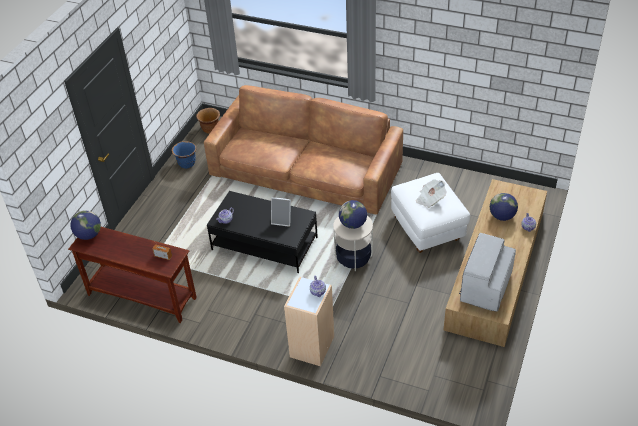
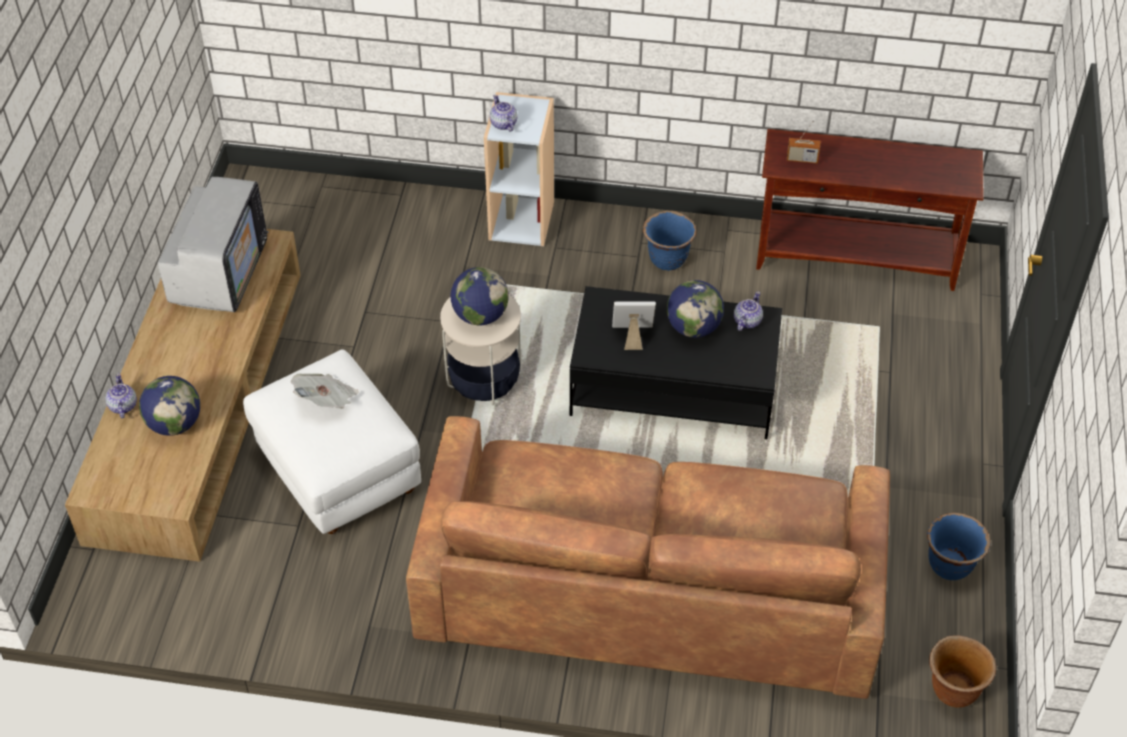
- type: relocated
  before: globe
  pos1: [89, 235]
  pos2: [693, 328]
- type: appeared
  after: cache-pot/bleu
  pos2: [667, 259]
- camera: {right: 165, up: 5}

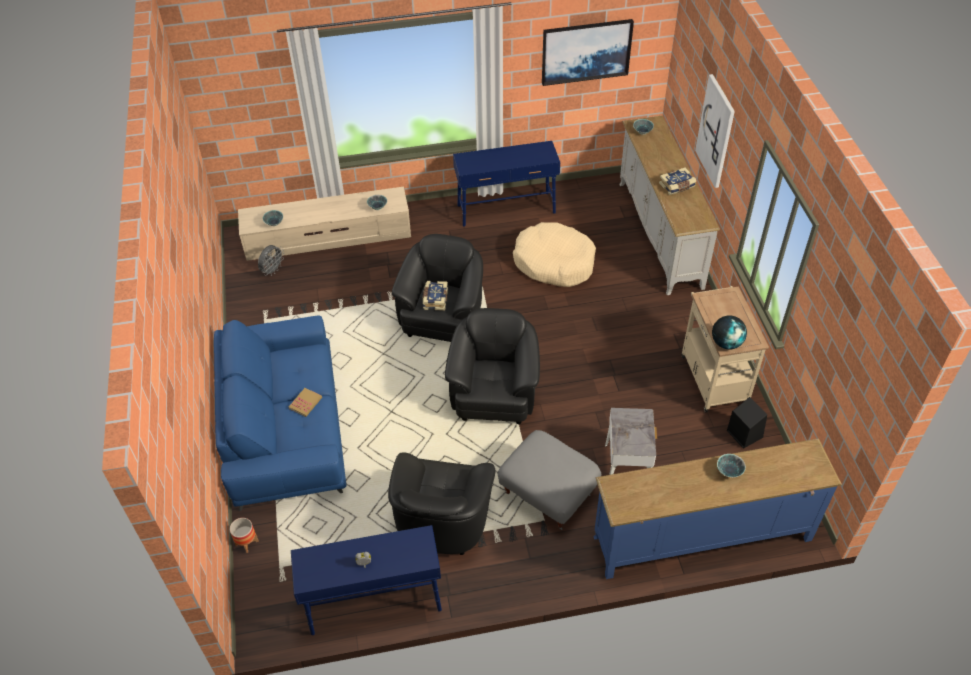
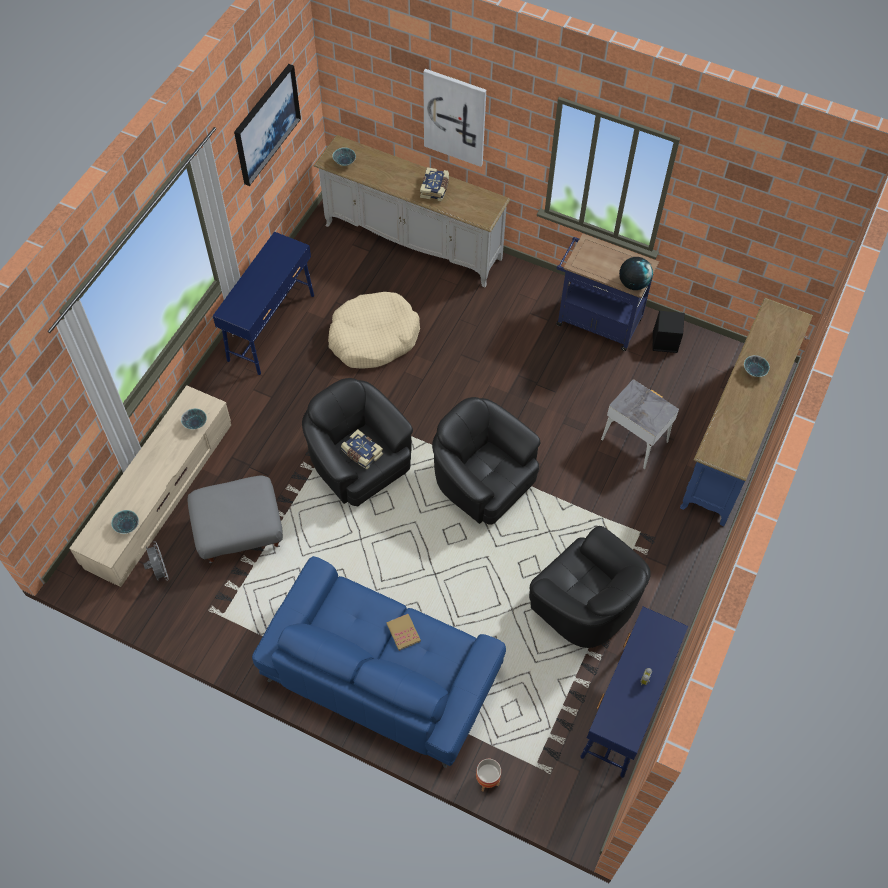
- type: colour
  before: chariot/beige
  after: chariot/bleu
  pos1: [712, 378]
  pos2: [596, 322]
- type: relocated
  before: pouf/gris
  pos1: [548, 493]
  pos2: [240, 531]
- camera: {right: -55, up: 10}

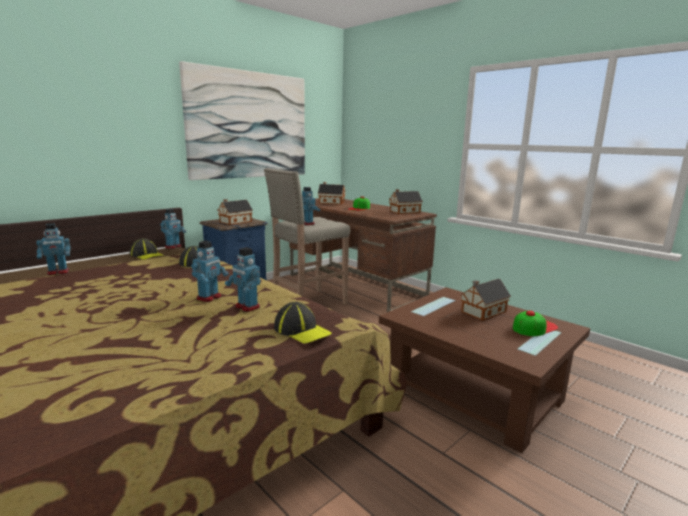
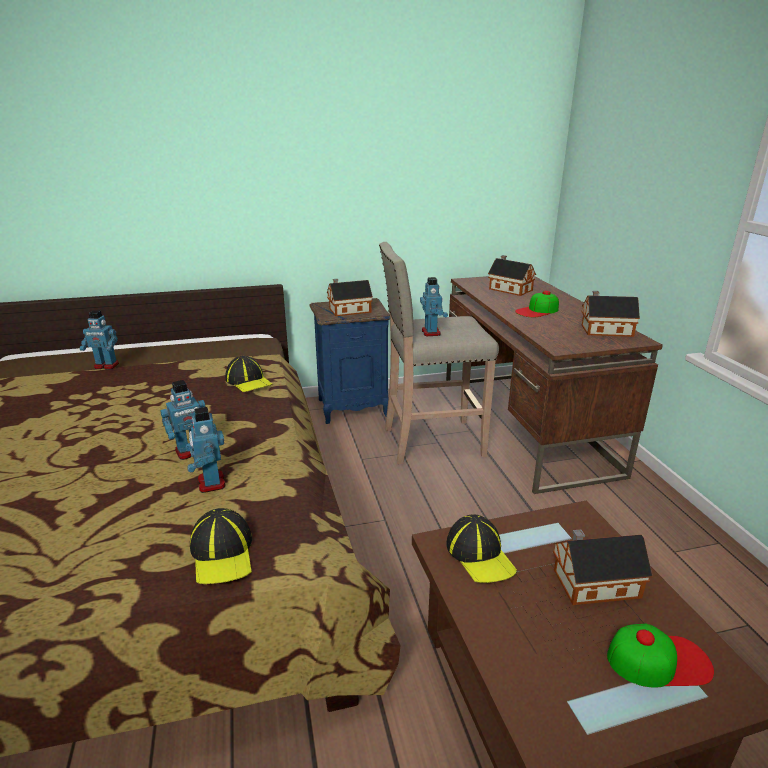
- type: missing
  before: tableau
  pos1: [249, 125]
- type: missing
  before: robot jouet
  pos1: [173, 247]
- type: relocated
  before: casquette
  pos1: [147, 255]
  pos2: [480, 555]
- camera: {right: 30, up: 10}

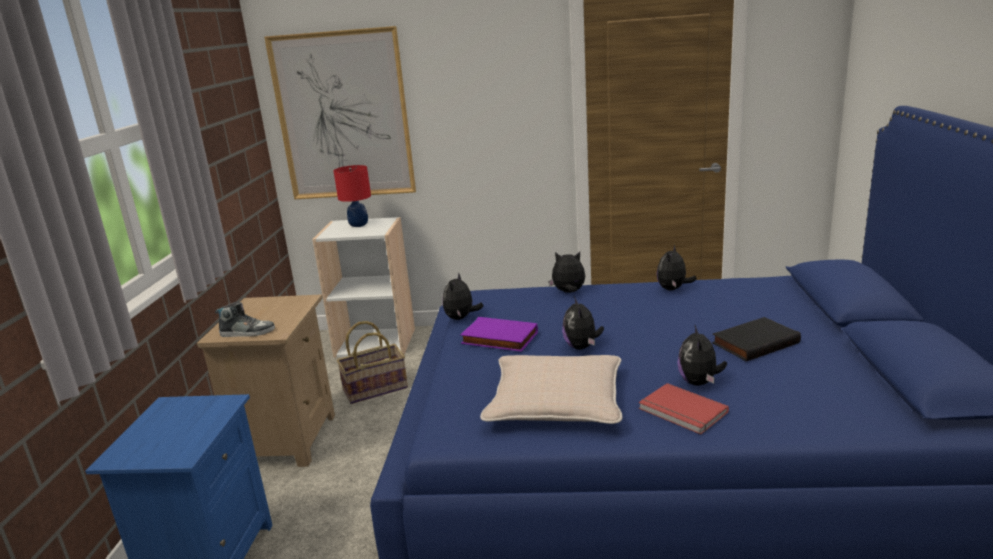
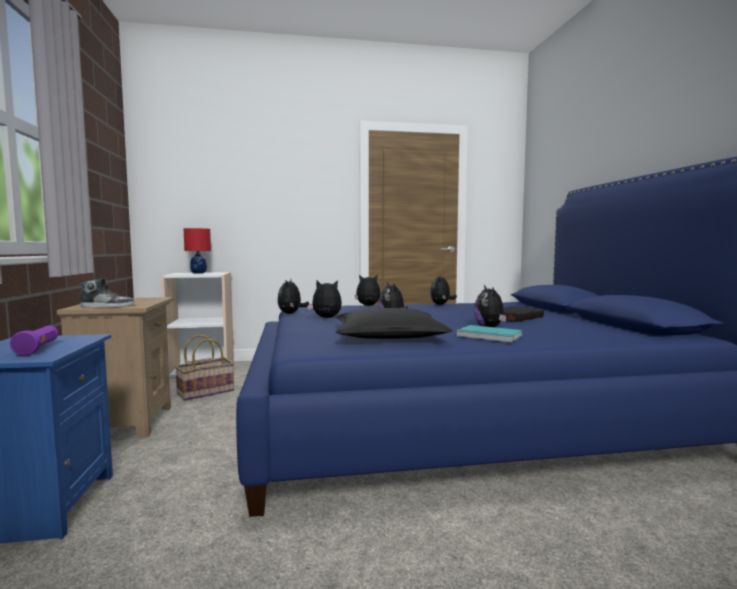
- type: missing
  before: tableau
  pos1: [343, 116]
- type: exchanged
  before: livre/violet
  after: peluche
  pos1: [498, 339]
  pos2: [326, 318]
- type: colour
  before: coussin/beige
  after: coussin/noir
  pos1: [555, 400]
  pos2: [388, 335]
- type: colour
  before: livre/rouge
  after: livre/turquoise
  pos1: [681, 412]
  pos2: [488, 336]
- type: appeared
  after: lampe de poche/violet
  pos2: [38, 349]
- camera: {right: -15, up: -15}

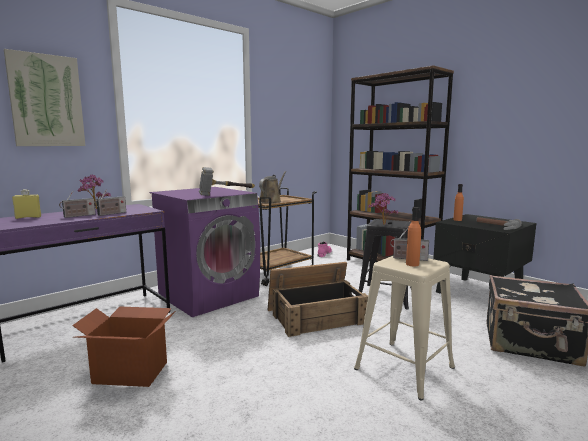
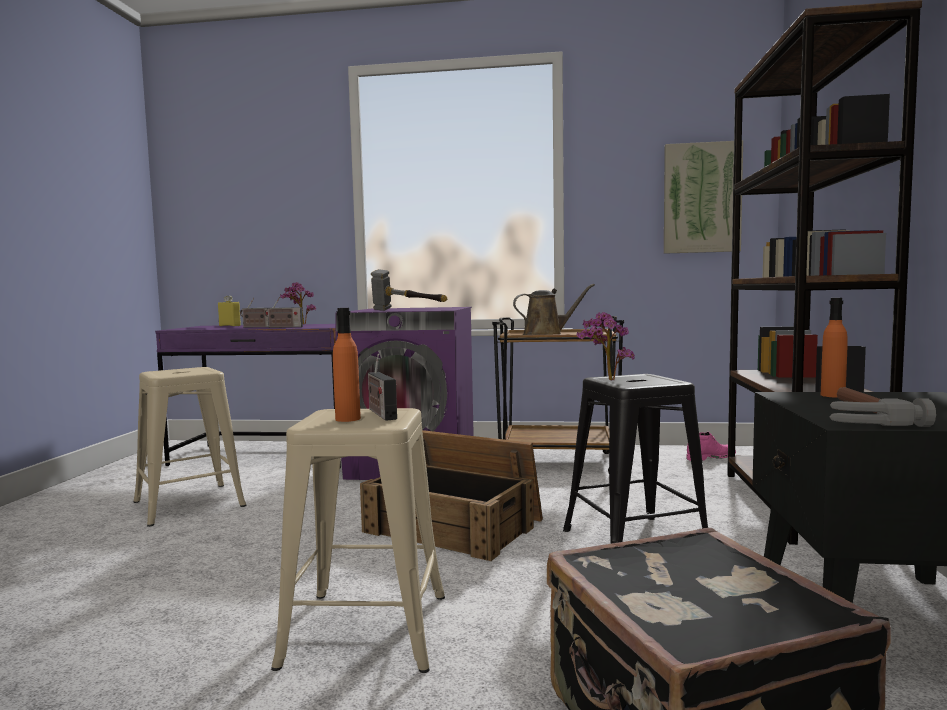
- type: relocated
  before: tableau
  pos1: [46, 101]
  pos2: [701, 198]
- type: exchanged
  before: carton
  after: tabouret/beige
  pos1: [131, 372]
  pos2: [189, 503]
- camera: {right: 50, up: -5}

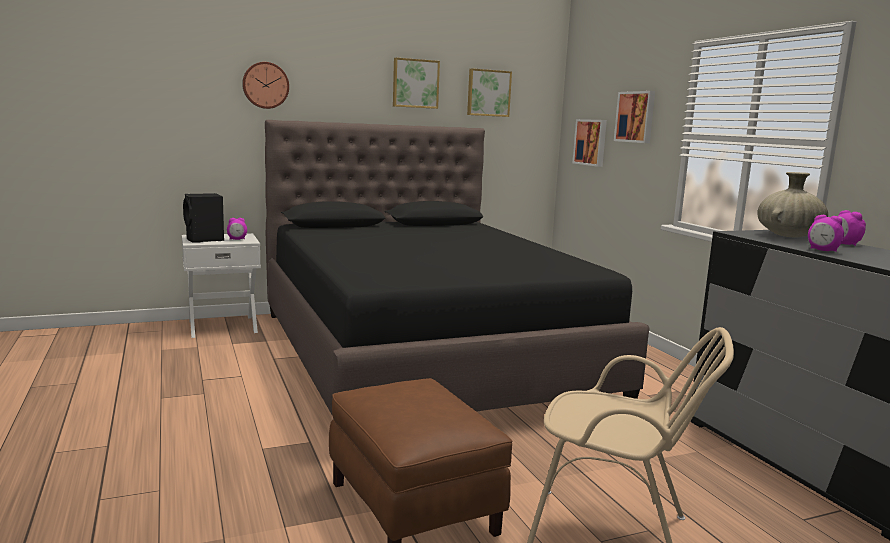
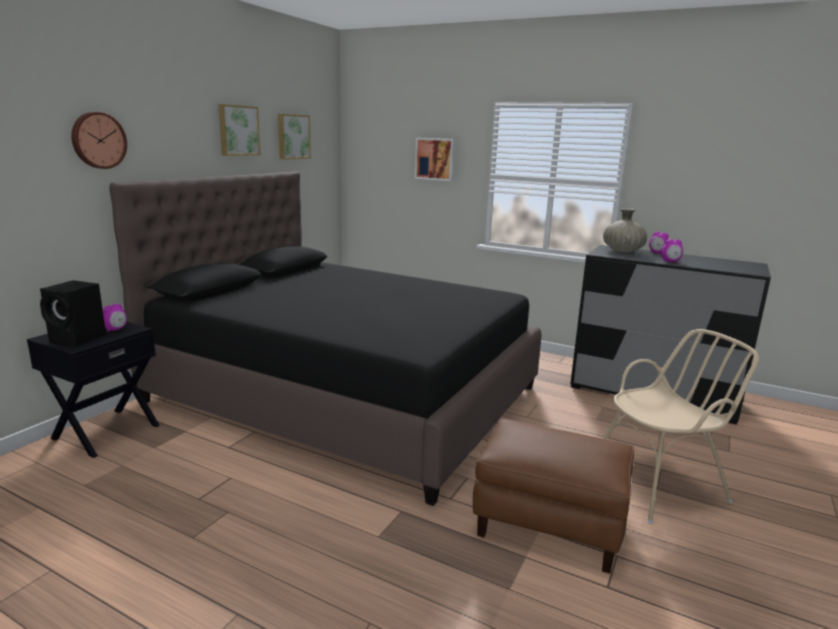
- type: missing
  before: tableau
  pos1: [591, 142]
- type: colour
  before: table de chevet/blanc
  after: table de chevet/noir
  pos1: [222, 326]
  pos2: [105, 431]
- camera: {right: -40, up: 5}

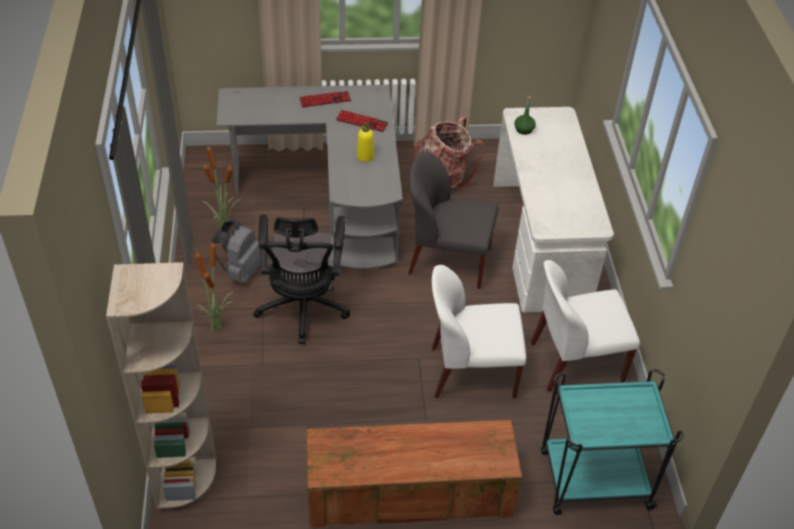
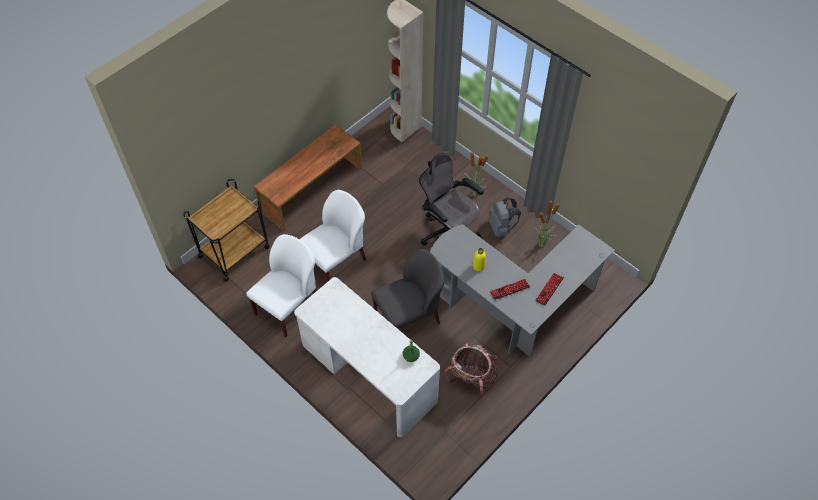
- type: colour
  before: chariot/turquoise
  after: chariot/marron
  pos1: [593, 480]
  pos2: [235, 251]
- camera: {right: 140, up: 10}

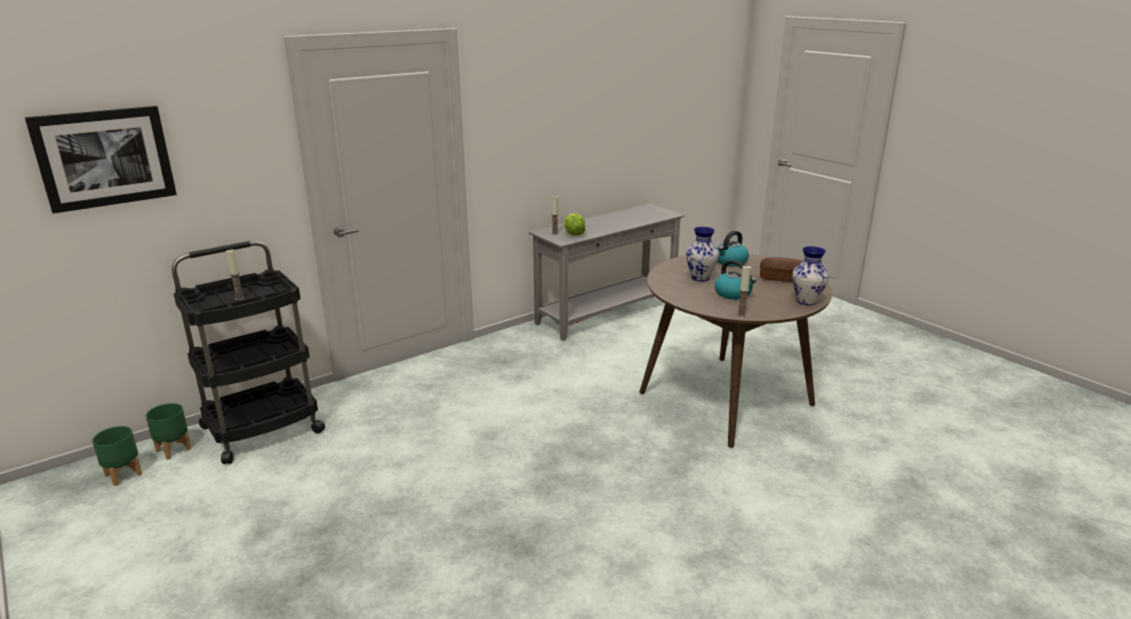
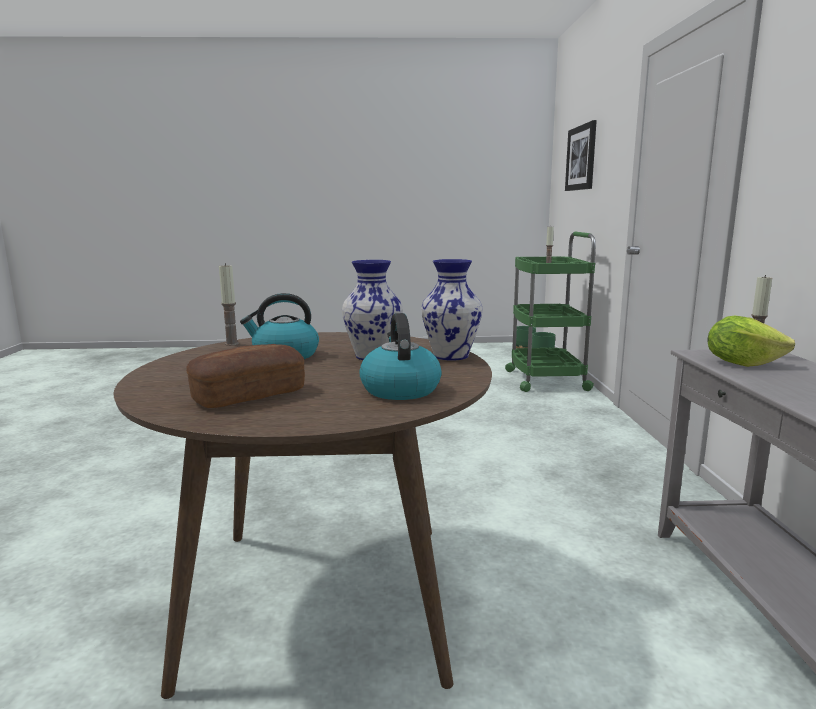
- type: colour
  before: chariot/noir
  after: chariot/vert
  pos1: [263, 430]
  pos2: [545, 380]
- type: relocated
  before: vase
  pos1: [806, 301]
  pos2: [451, 356]
- camera: {right: 125, up: -10}

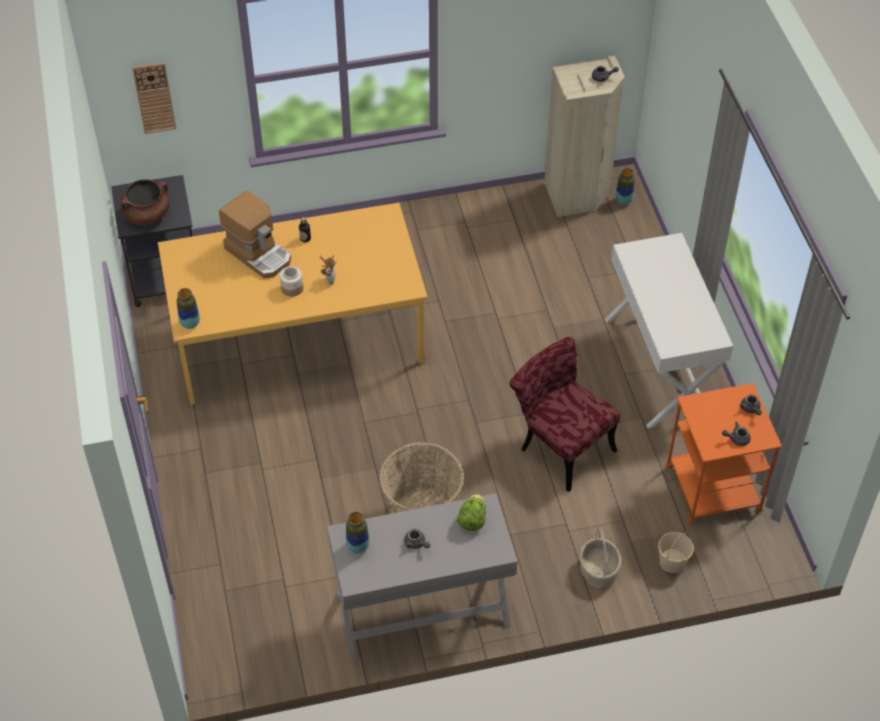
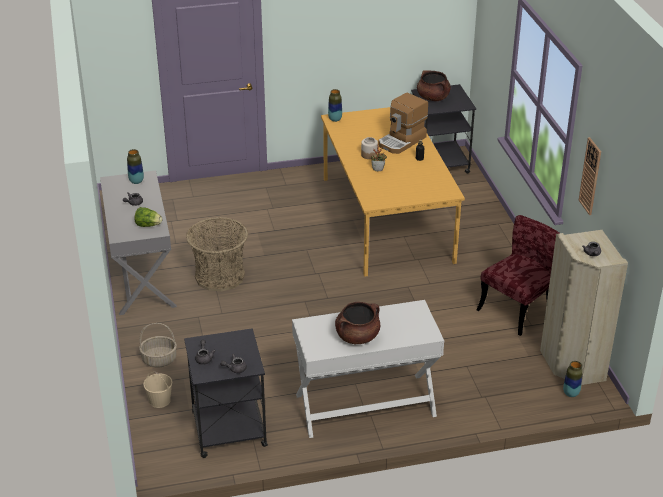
- type: relocated
  before: horloge murale
  pos1: [154, 97]
  pos2: [590, 176]
- type: relocated
  before: chaise/rouge
  pos1: [560, 445]
  pos2: [520, 307]
- type: colour
  before: chariot/orange
  after: chariot/noir
  pos1: [713, 490]
  pos2: [228, 429]
- type: appeared
  after: marmite/marron
  pos2: [357, 336]
- camera: {right: 90, up: -15}

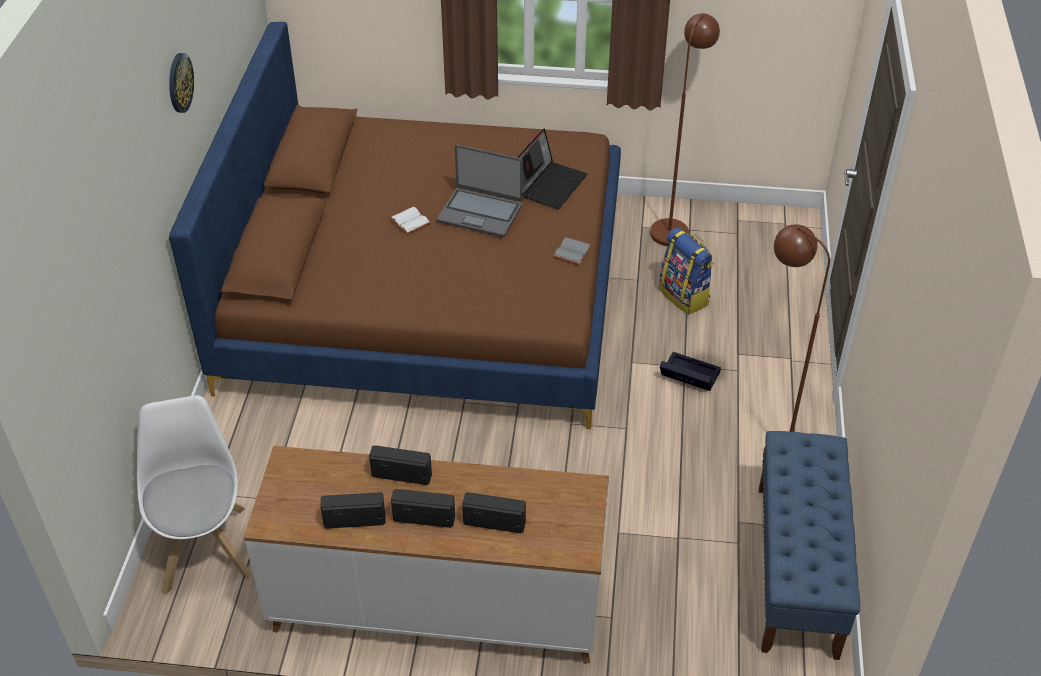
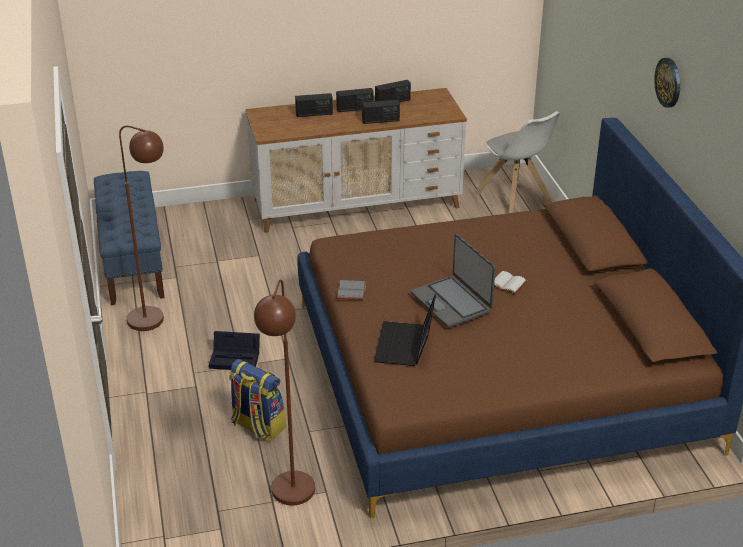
- type: spun
  before: ordinateur portable
  pos1: [480, 213]
  pos2: [451, 302]
  turn: -120
- camera: {right: 160, up: -10}

